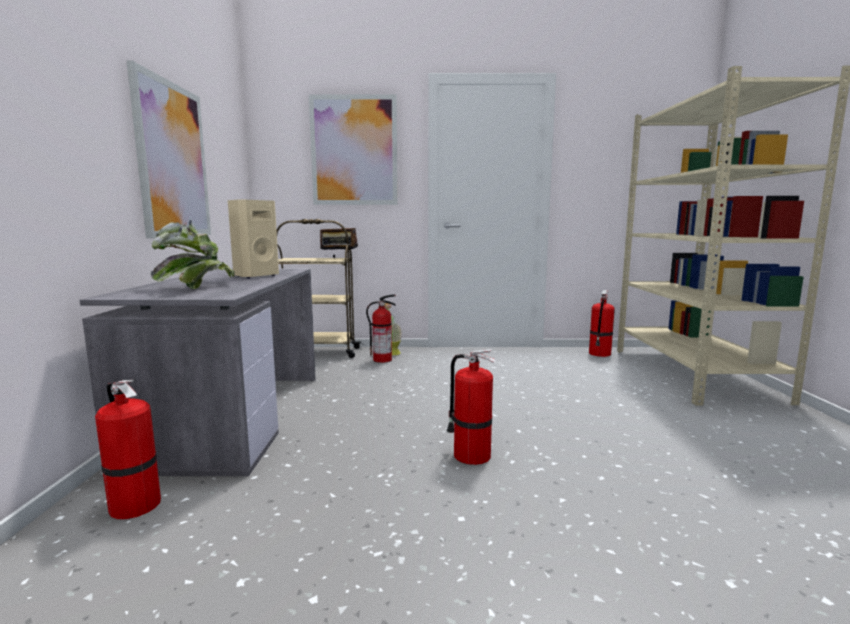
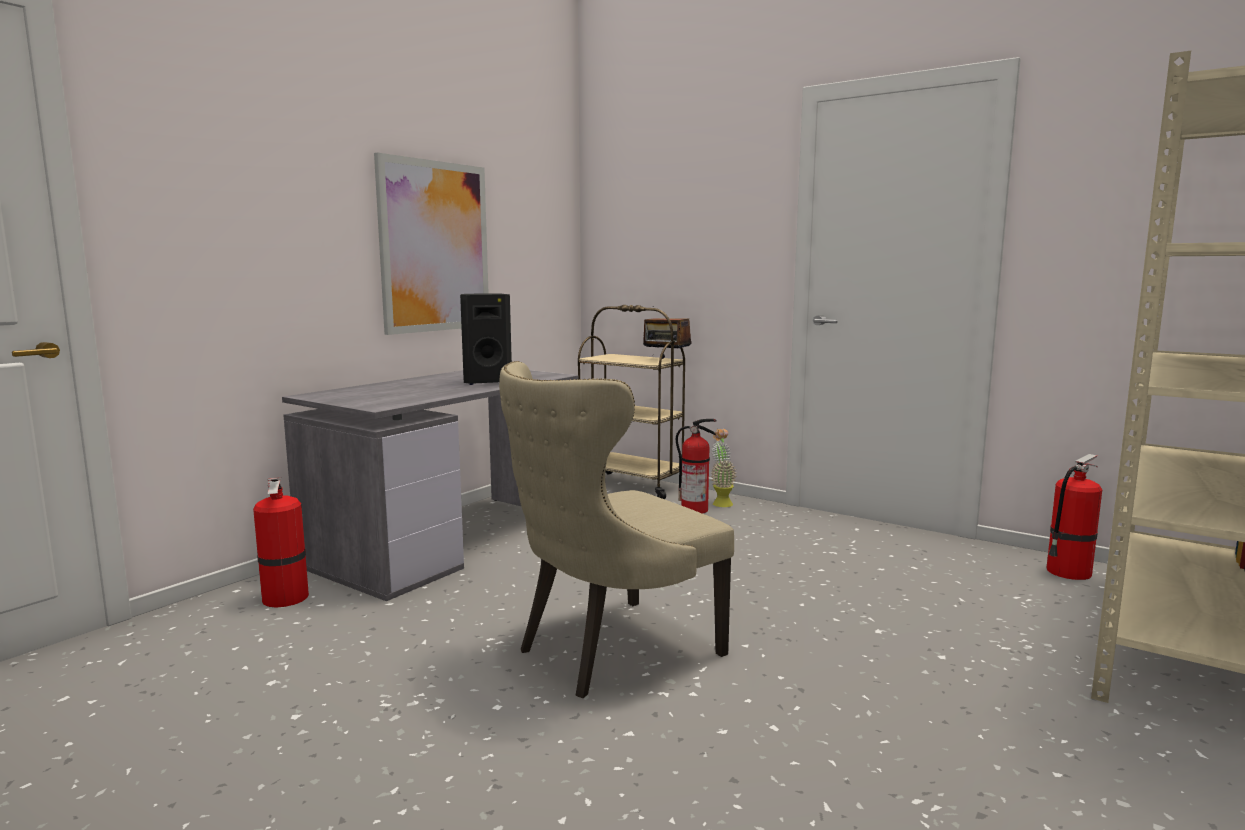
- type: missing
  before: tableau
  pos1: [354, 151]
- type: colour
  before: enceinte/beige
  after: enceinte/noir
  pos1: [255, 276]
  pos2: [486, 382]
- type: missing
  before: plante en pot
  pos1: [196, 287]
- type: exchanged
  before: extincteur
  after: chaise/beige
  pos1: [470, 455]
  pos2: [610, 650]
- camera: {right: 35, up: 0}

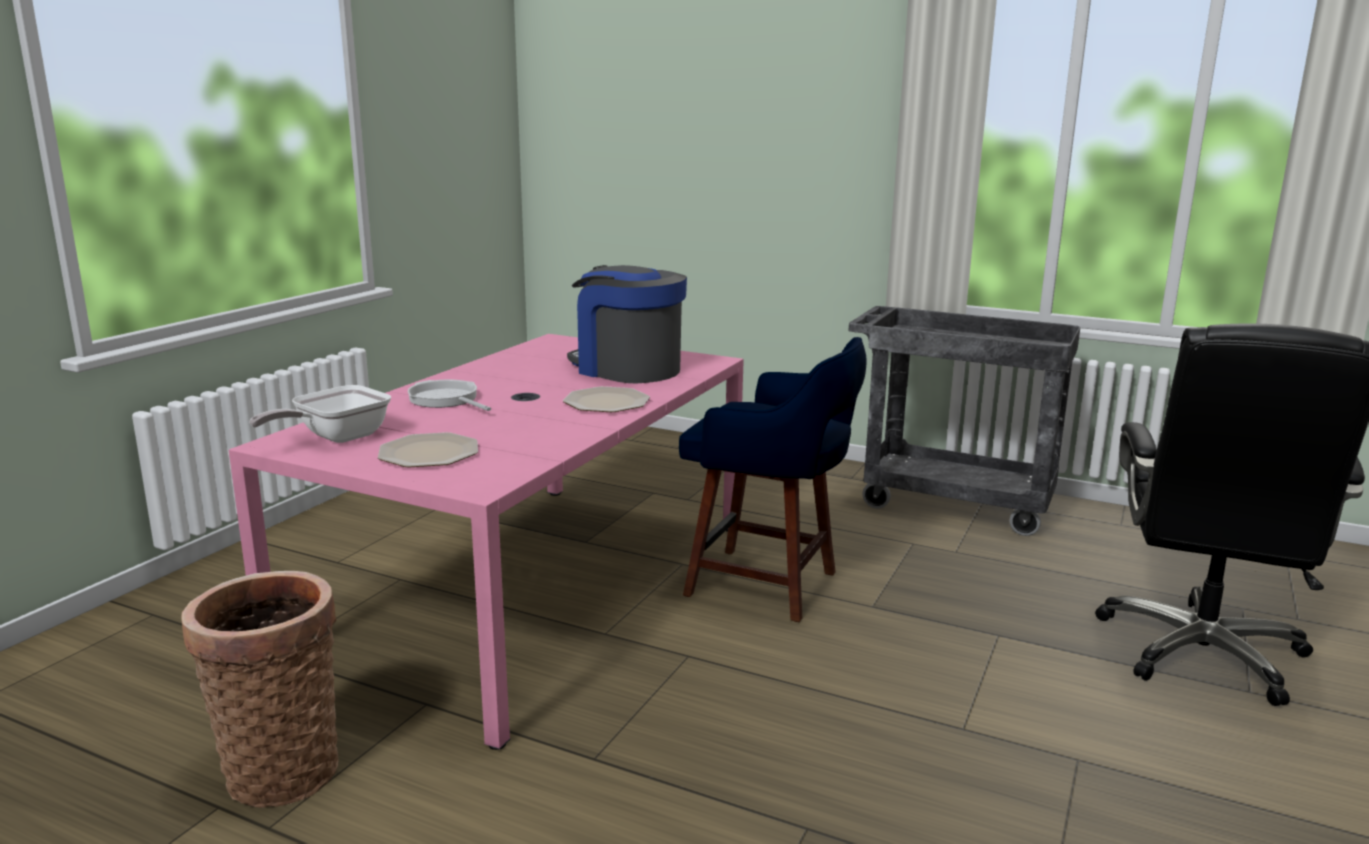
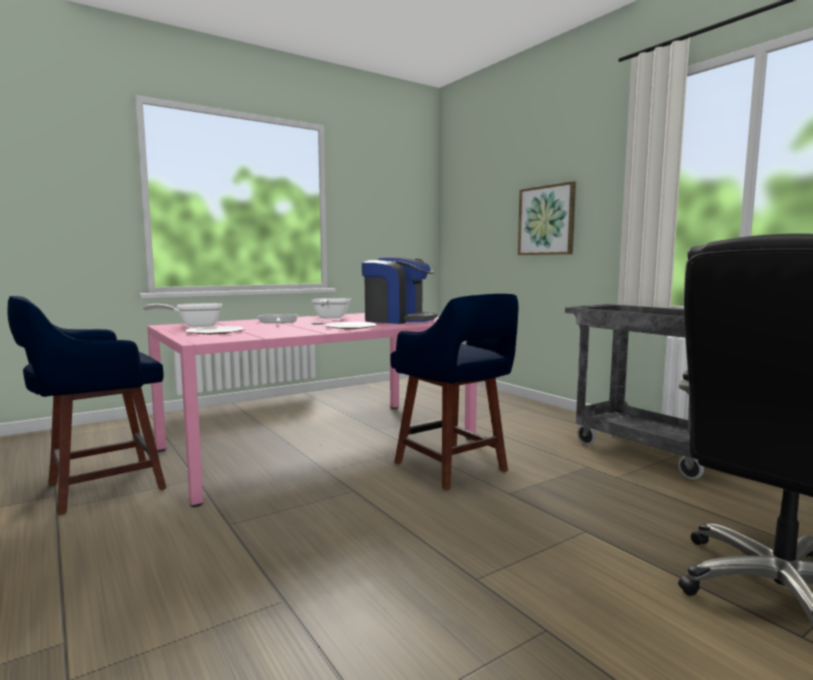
- type: spun
  before: machine à café
  pos1: [627, 369]
  pos2: [398, 320]
  turn: 135
- type: exchanged
  before: panier
  after: tabouret/bleu
  pos1: [280, 768]
  pos2: [100, 488]
- type: appeared
  after: tableau
  pos2: [546, 220]
- type: appeared
  after: poêle
  pos2: [330, 318]
- camera: {right: 30, up: -10}

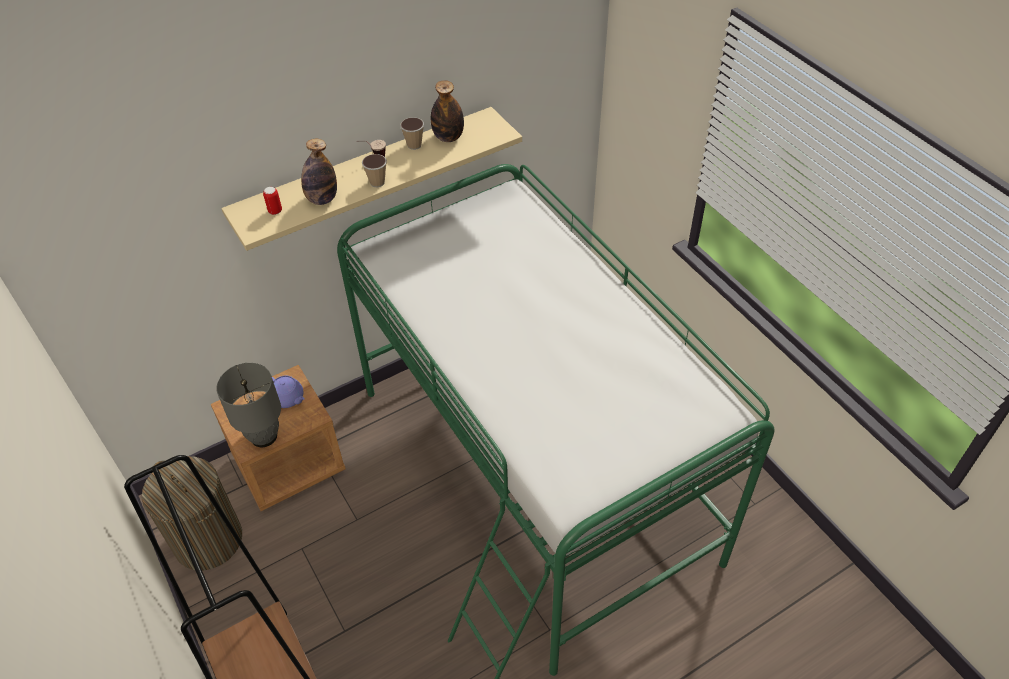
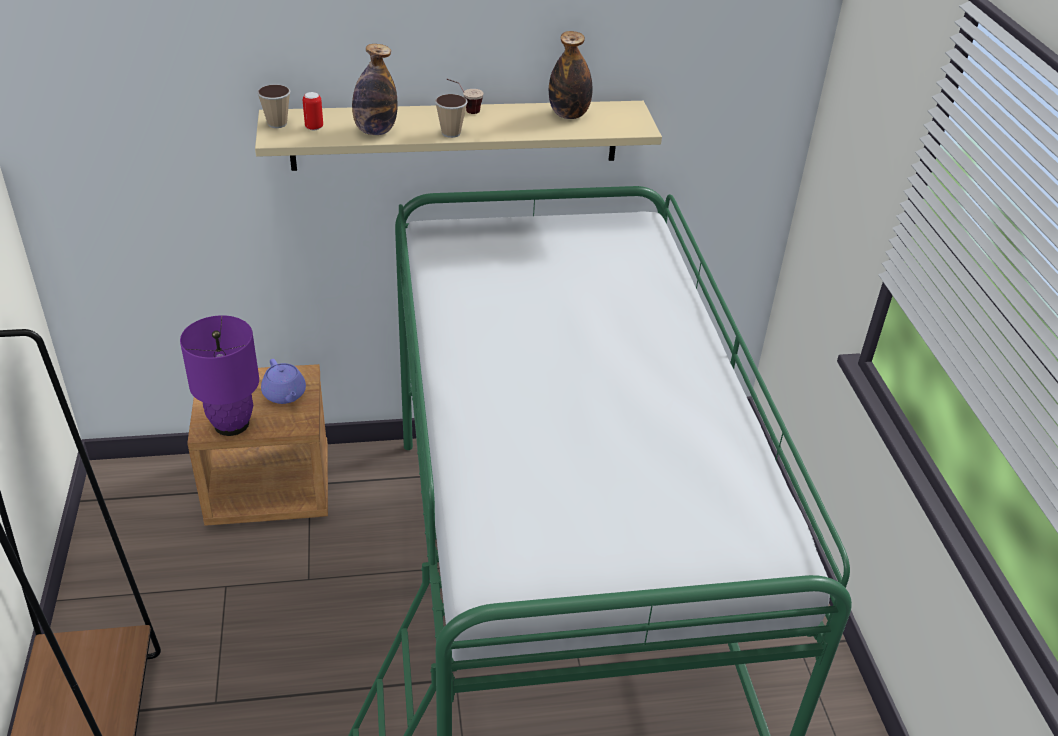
- type: relocated
  before: tasse
  pos1: [414, 145]
  pos2: [277, 124]
- type: colour
  before: lampe de table/gris
  after: lampe de table/violet
  pos1: [264, 436]
  pos2: [232, 424]
- type: missing
  before: panier à linge
  pos1: [208, 540]
- camera: {right: 20, up: -10}

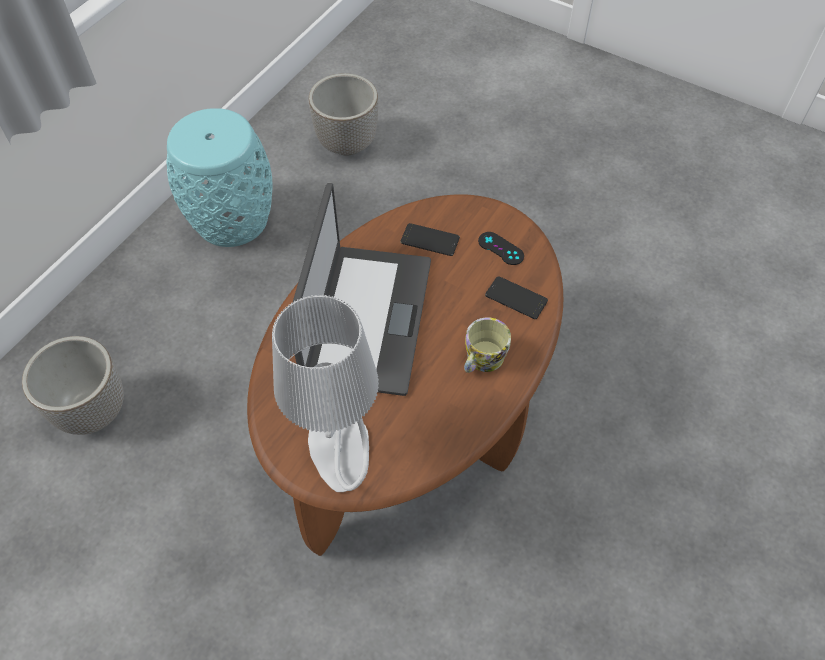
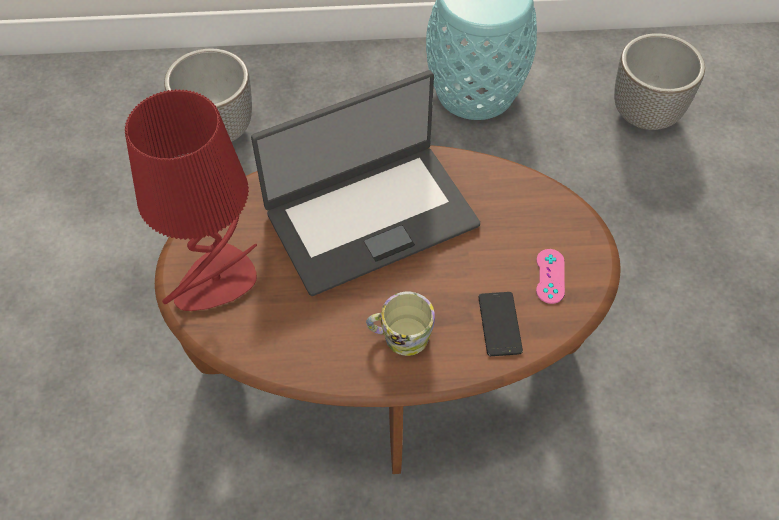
- type: missing
  before: téléphone
  pos1: [430, 240]
- type: colour
  before: manette/noir
  after: manette/rose
  pos1: [500, 248]
  pos2: [550, 276]
- type: colour
  before: lampe de table/gris
  after: lampe de table/rouge
  pos1: [340, 453]
  pos2: [216, 283]
- camera: {right: 55, up: 0}

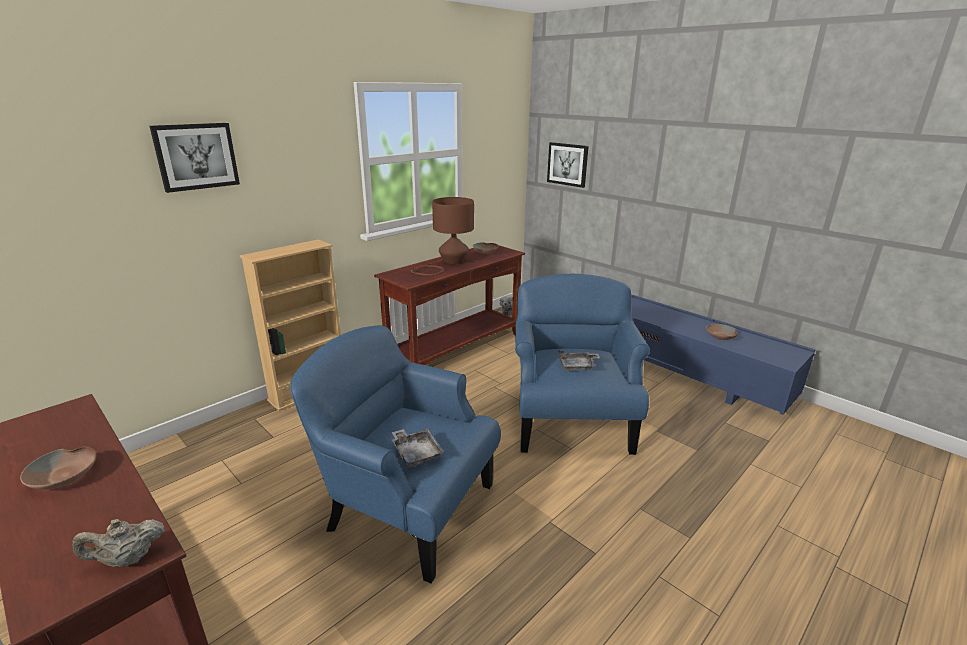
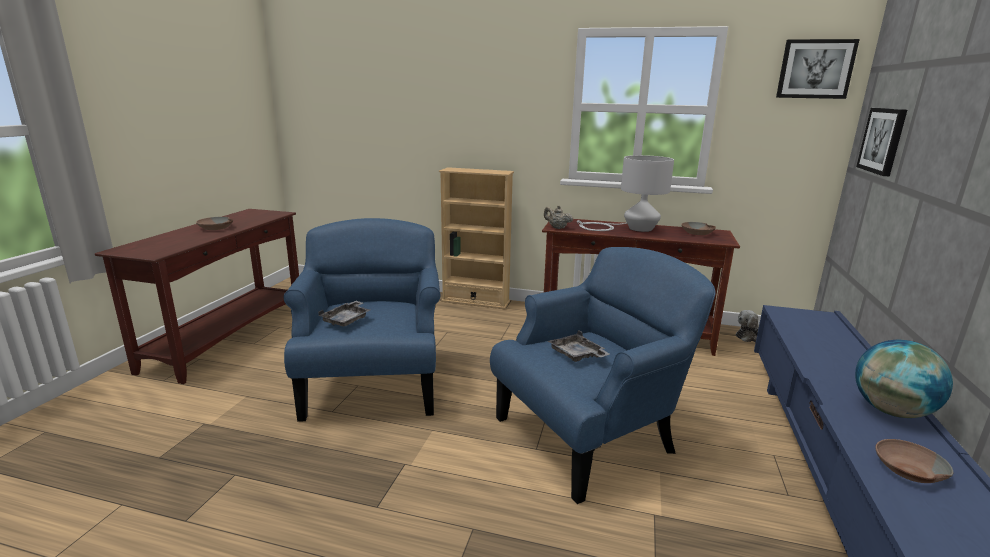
- type: relocated
  before: tableau
  pos1: [196, 156]
  pos2: [815, 69]
- type: colour
  before: lampe de table/marron
  after: lampe de table/gris
  pos1: [444, 264]
  pos2: [623, 228]
- type: relocated
  before: théière/beige
  pos1: [127, 559]
  pos2: [557, 228]
- type: appeared
  after: globe
  pos2: [891, 411]
- camera: {right: 60, up: -5}

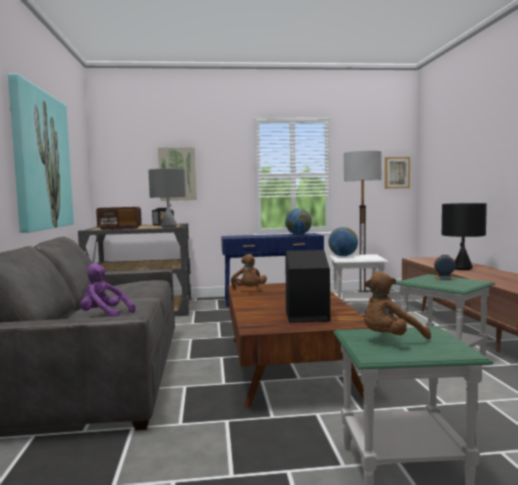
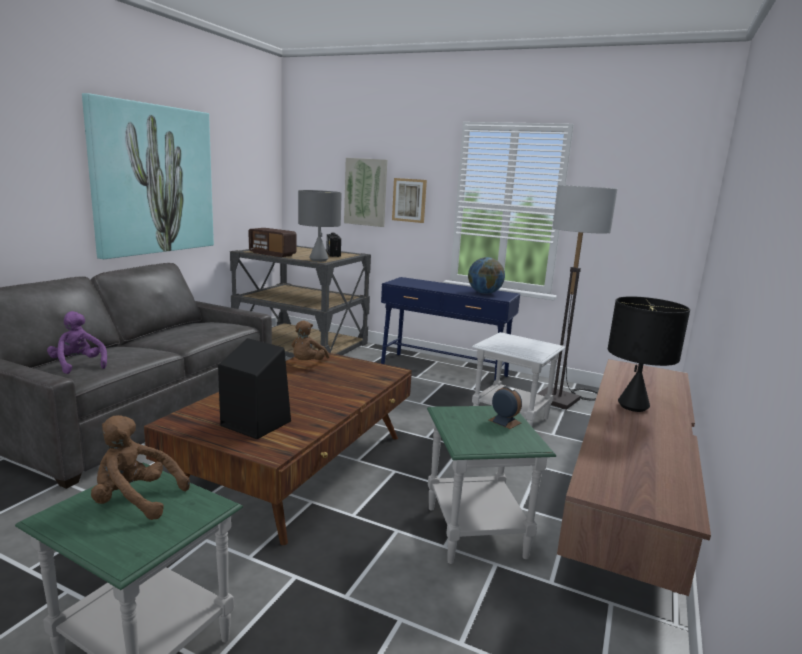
- type: relocated
  before: tableau
  pos1: [396, 172]
  pos2: [409, 200]
- type: missing
  before: globe
  pos1: [343, 256]
- camera: {right: 30, up: 10}

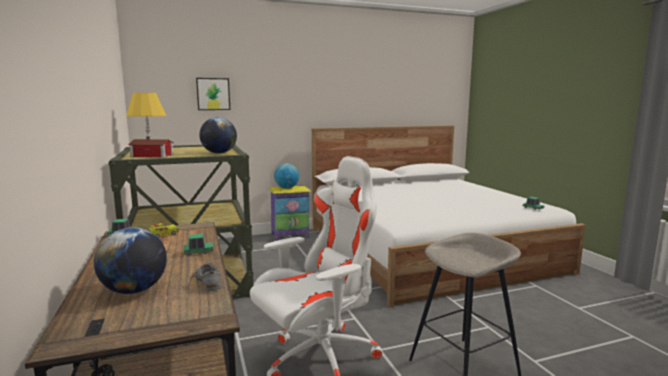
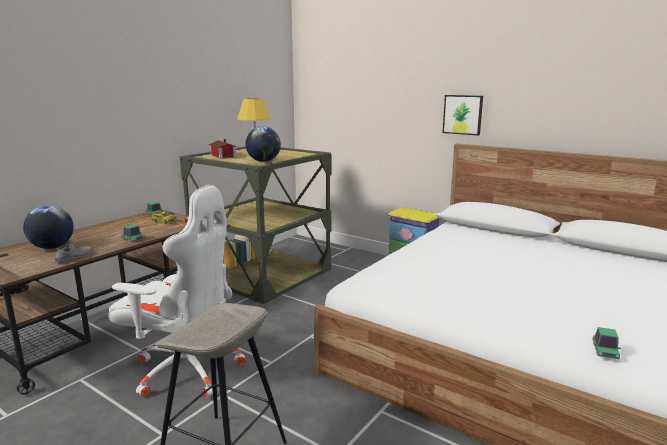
- type: relocated
  before: tableau
  pos1: [213, 94]
  pos2: [463, 114]
- type: missing
  before: globe
  pos1: [287, 188]
- camera: {right: 55, up: 5}

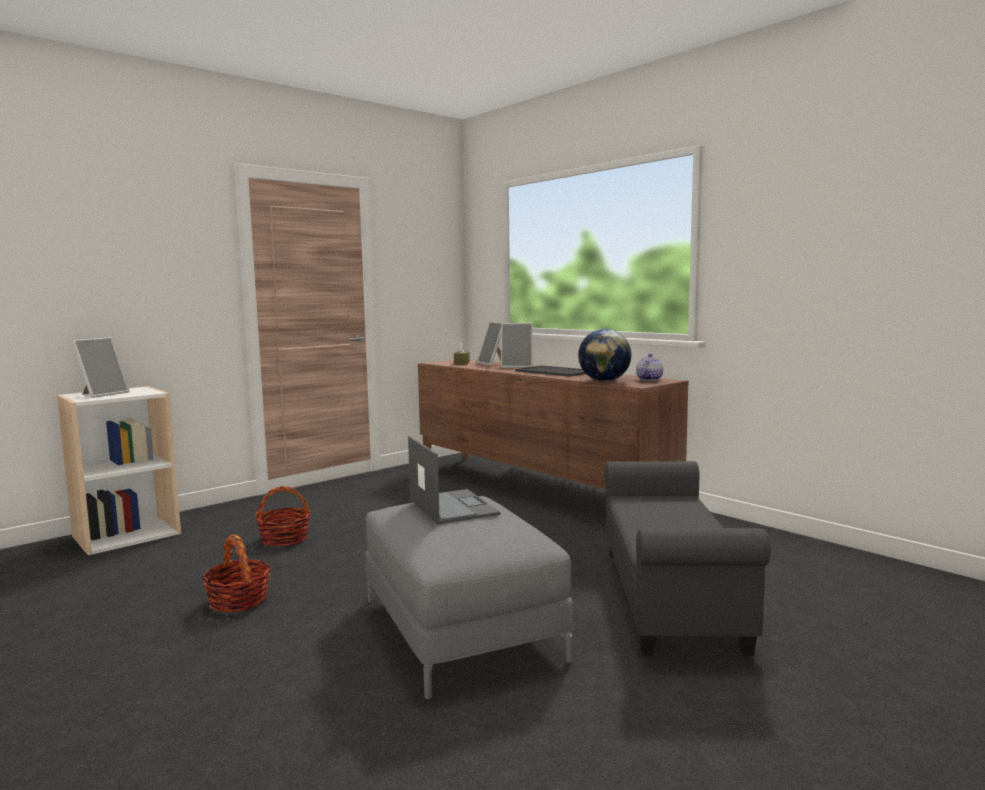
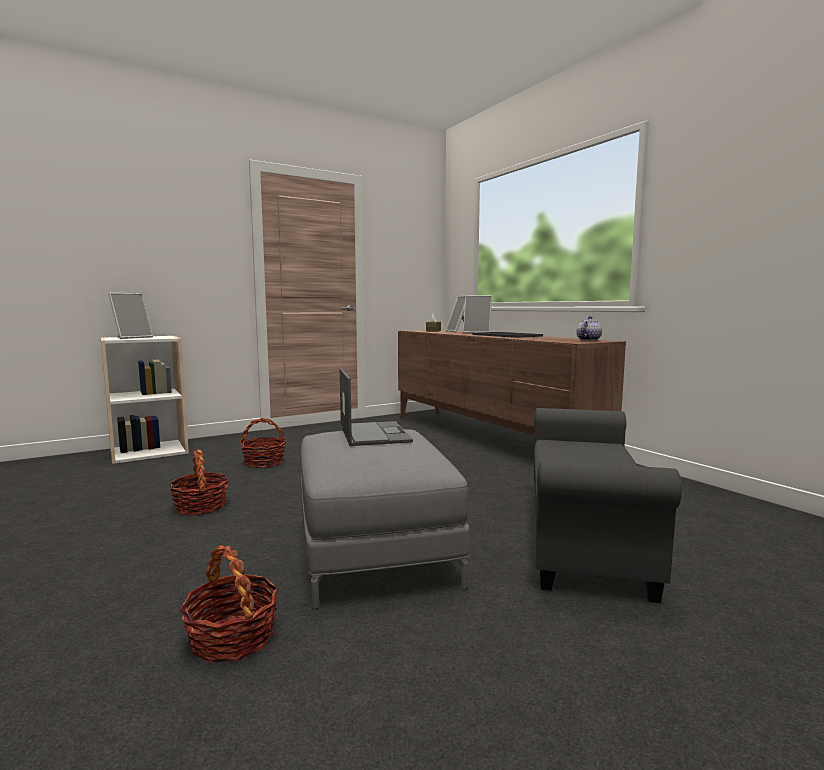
- type: missing
  before: globe
  pos1: [604, 381]
- type: appeared
  after: panier
  pos2: [232, 638]
- camera: {right: 10, up: 0}

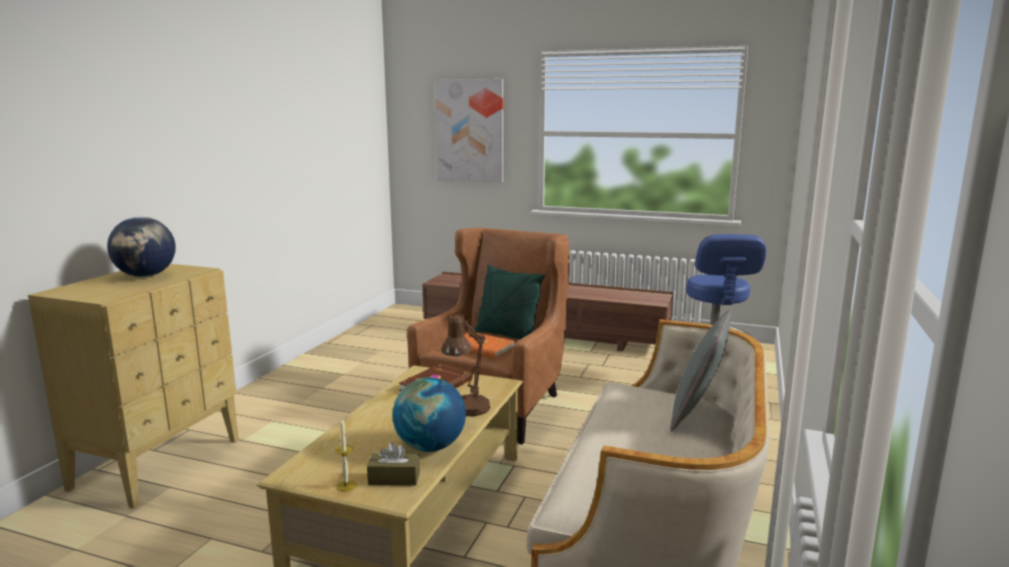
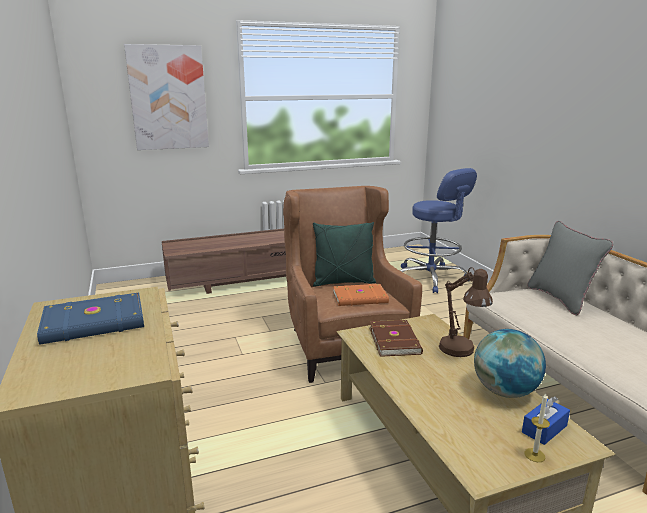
- type: exchanged
  before: globe
  after: livre/bleu
  pos1: [146, 276]
  pos2: [95, 323]
- type: colour
  before: boîte à mouchoirs/marron
  after: boîte à mouchoirs/bleu
  pos1: [394, 478]
  pos2: [544, 429]
- camera: {right: -40, up: 5}

